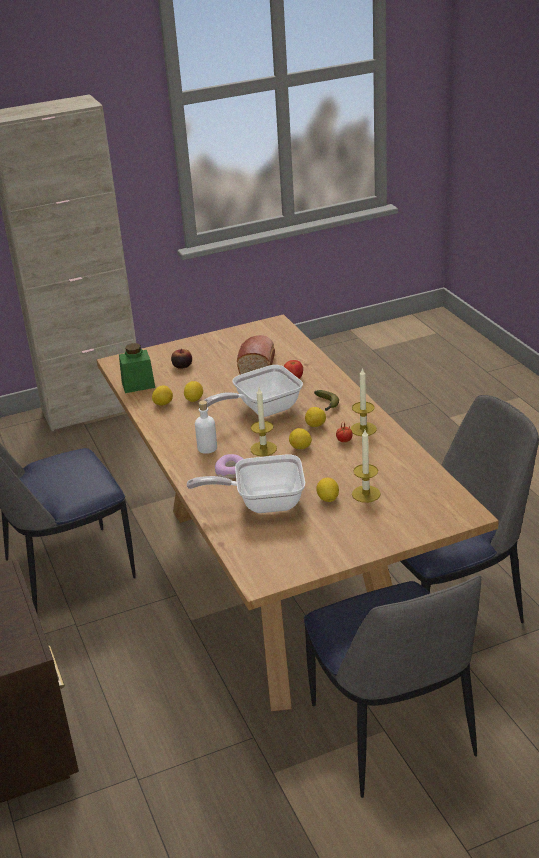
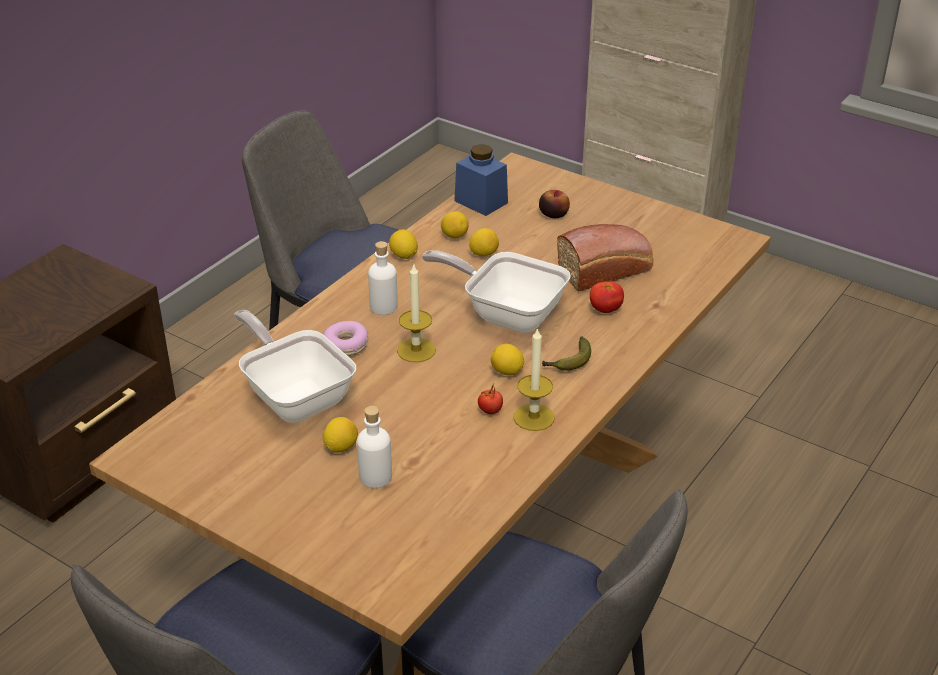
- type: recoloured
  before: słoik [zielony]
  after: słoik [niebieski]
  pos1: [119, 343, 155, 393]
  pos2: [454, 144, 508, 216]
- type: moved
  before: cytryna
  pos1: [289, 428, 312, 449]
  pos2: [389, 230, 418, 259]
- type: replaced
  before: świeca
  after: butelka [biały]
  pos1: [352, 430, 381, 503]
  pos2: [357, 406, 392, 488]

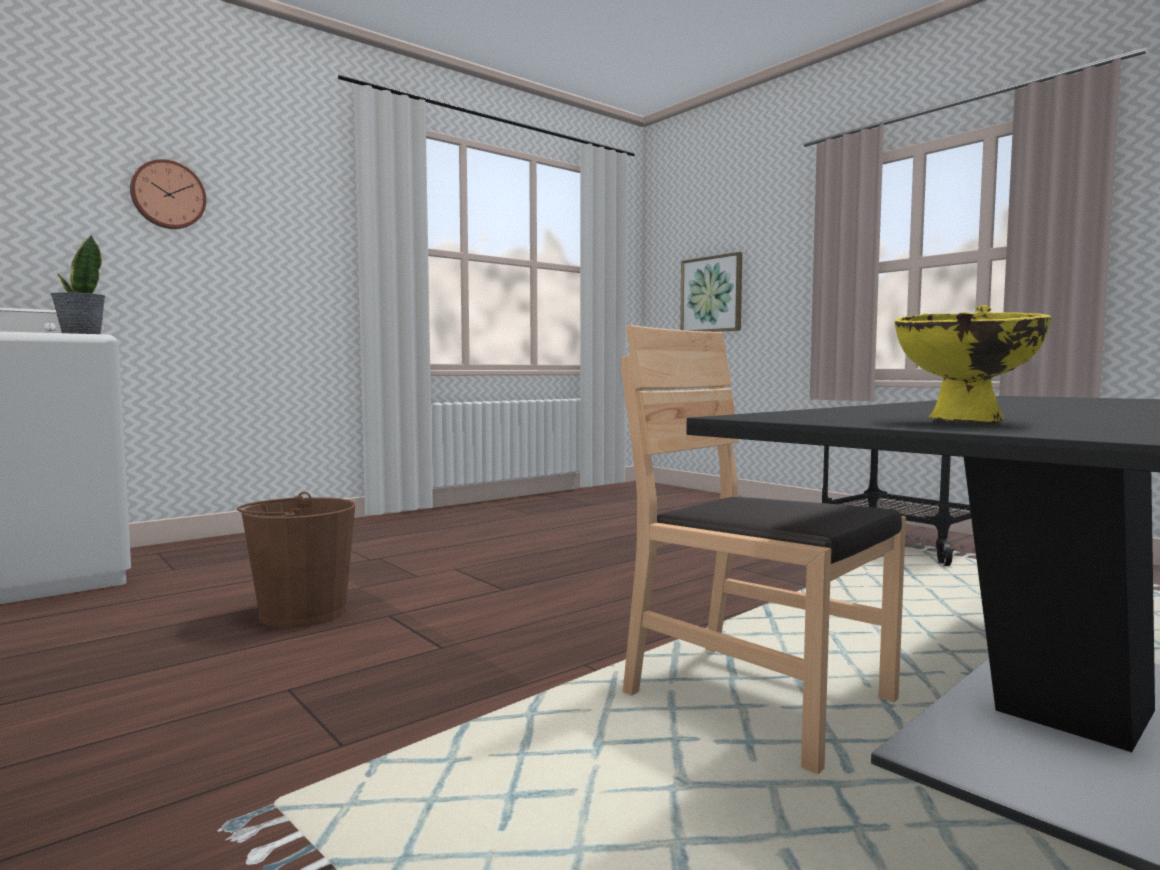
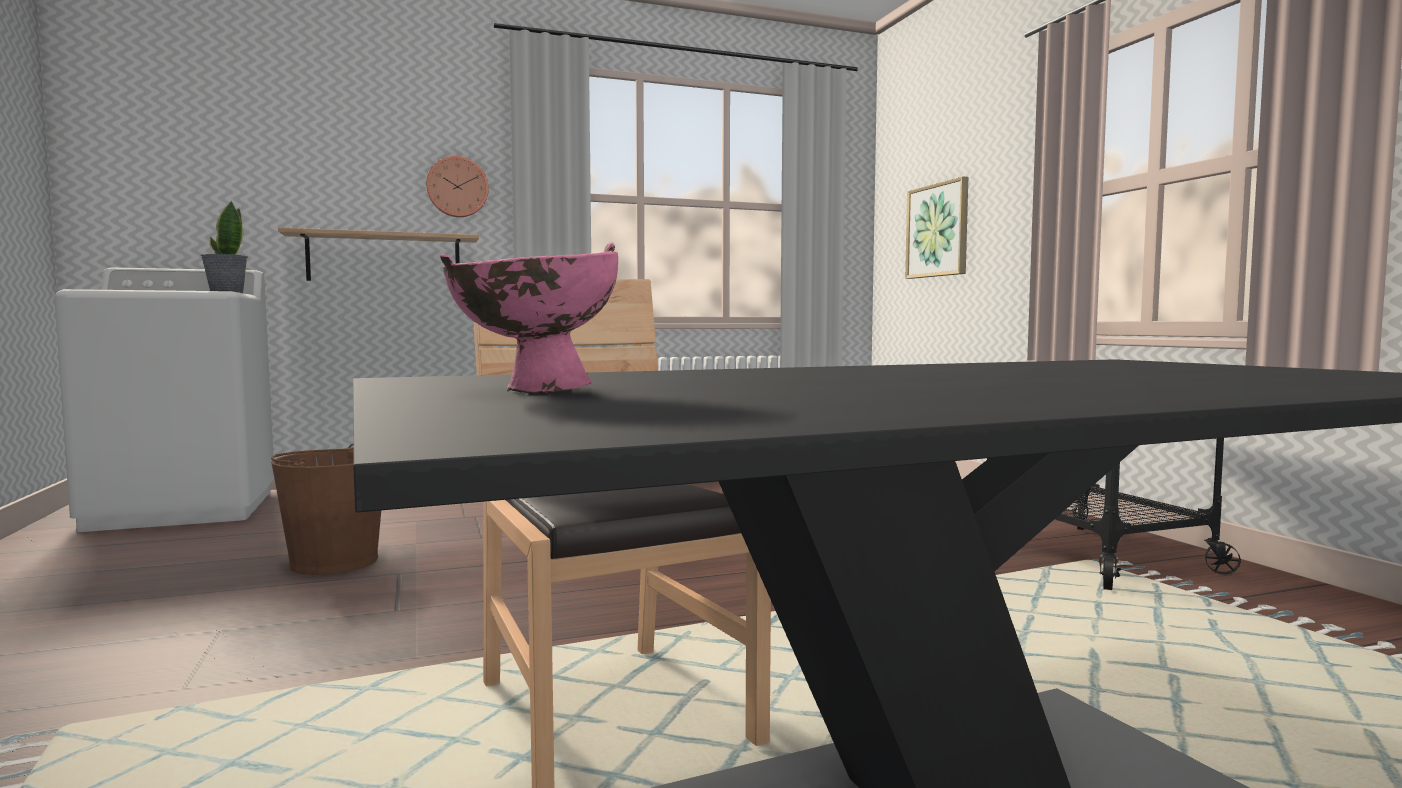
- type: moved
  before: zegar ścienny
  pos1: [130, 159, 206, 229]
  pos2: [426, 156, 489, 217]
- type: recoloured
  before: miska [żółty]
  after: miska [różowy]
  pos1: [895, 305, 1051, 423]
  pos2: [440, 242, 618, 394]
- type: added
  after: półka
  pos2: [278, 227, 479, 281]

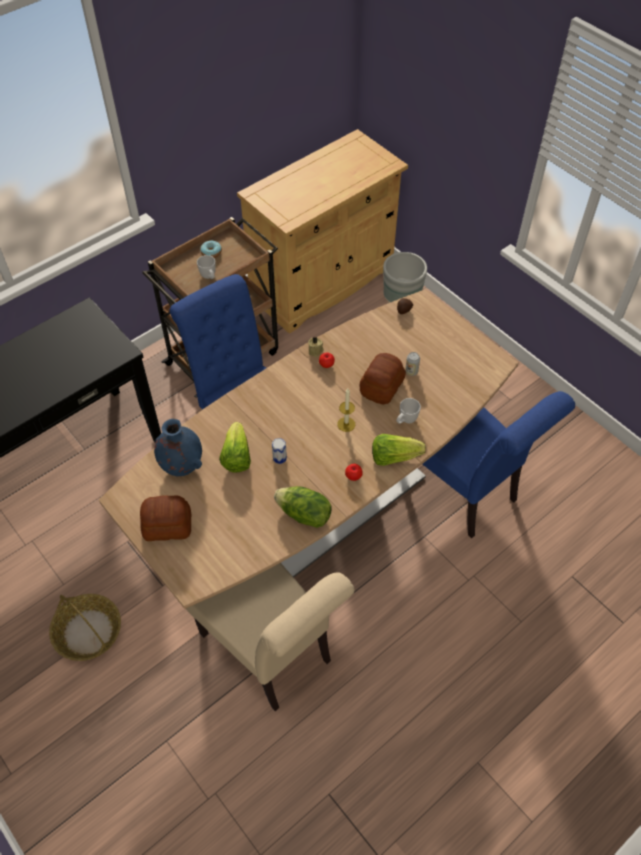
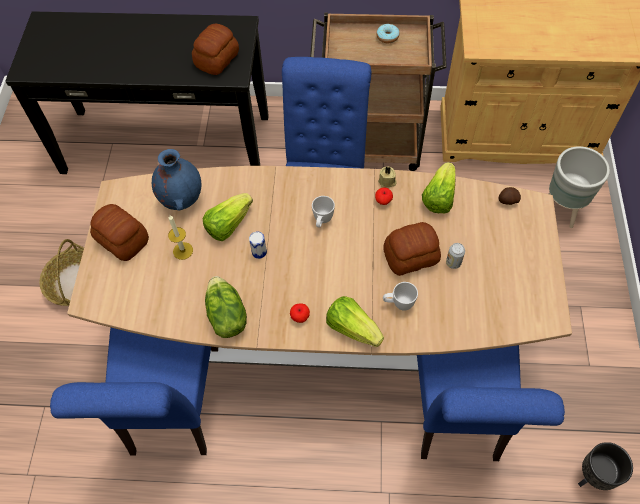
- type: moved
  before: kubek [biały]
  pos1: [197, 255, 216, 279]
  pos2: [312, 196, 335, 227]
- type: moved
  before: świeca
  pos1: [337, 389, 355, 432]
  pos2: [168, 215, 193, 260]
- type: recoloured
  before: krzesło [beżowy]
  after: krzesło [niebieski]
  pos1: [186, 563, 355, 711]
  pos2: [50, 327, 218, 456]
- type: added
  after: chleb
  pos2: [192, 24, 239, 75]
- type: added
  after: sałata
  pos2: [422, 162, 456, 213]
- type: added
  after: donica [czarny]
  pos2: [578, 442, 633, 490]

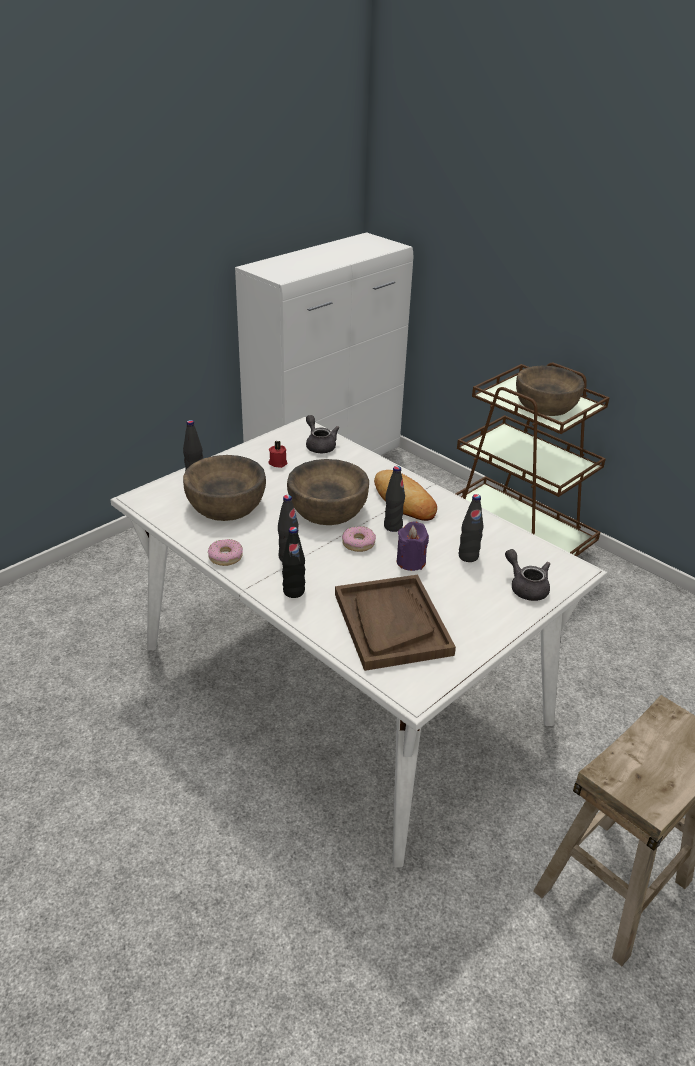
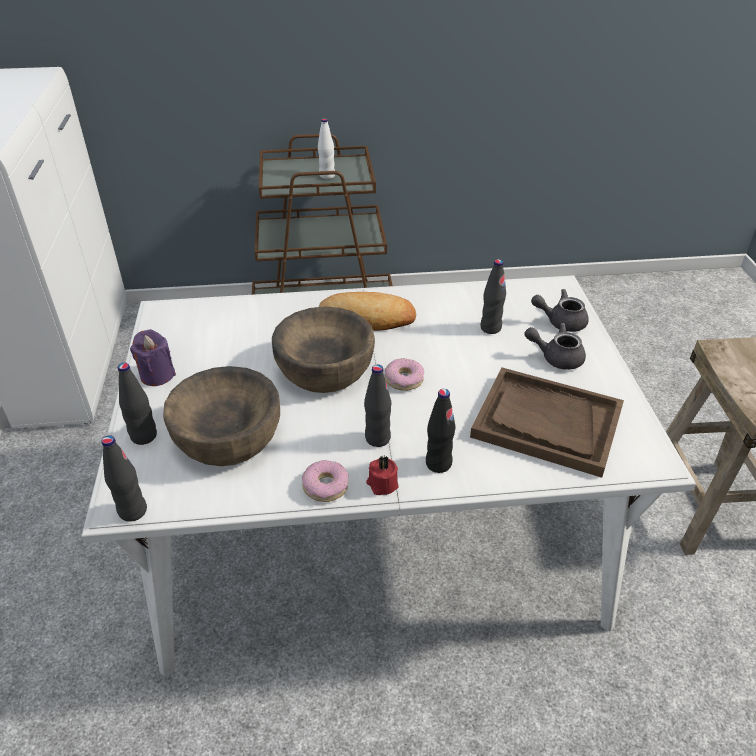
- type: replaced
  before: miska [brązowy]
  after: butelka [biały]
  pos1: [516, 366, 585, 416]
  pos2: [318, 118, 335, 179]
- type: moved
  before: imbryk [szary]
  pos1: [306, 415, 339, 453]
  pos2: [524, 323, 586, 370]
- type: moved
  before: świeca [czerwony]
  pos1: [268, 441, 288, 468]
  pos2: [366, 456, 399, 495]
- type: moved
  before: butelka [czarny]
  pos1: [384, 466, 405, 532]
  pos2: [102, 435, 147, 522]
- type: moved
  before: świeca [fioletowy]
  pos1: [396, 522, 429, 571]
  pos2: [130, 329, 176, 386]

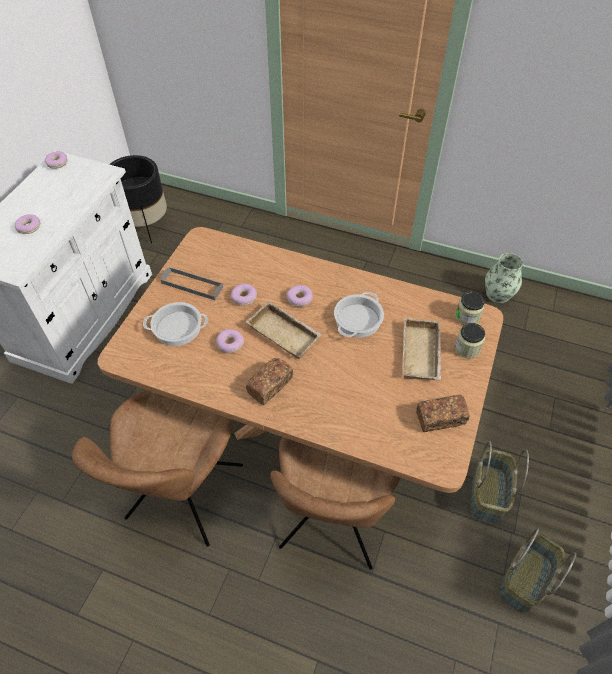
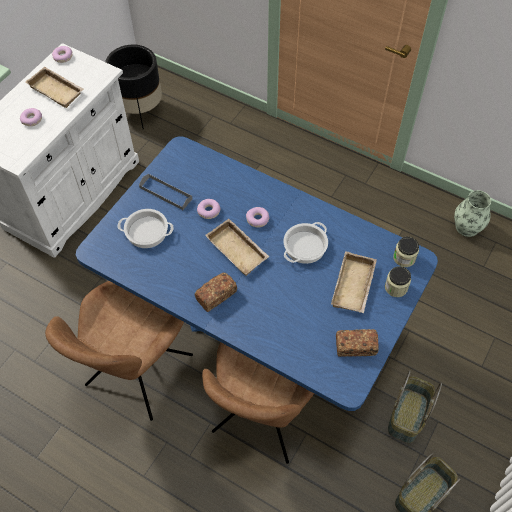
- type: recoloured
  before: stół jadalny [brązowy]
  after: stół jadalny [niebieski]
  pos1: [98, 227, 503, 493]
  pos2: [76, 137, 438, 411]
- type: removed
  before: donut
  pos1: [216, 329, 244, 353]
- type: added
  after: taca [beżowy]
  pos2: [25, 67, 84, 108]

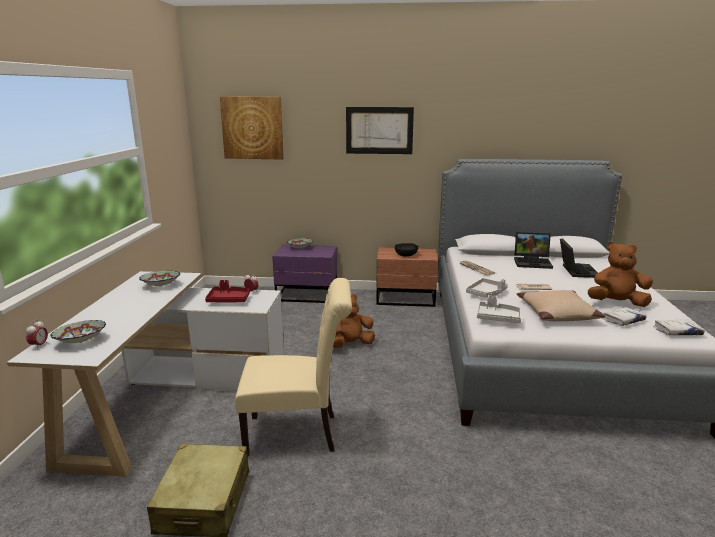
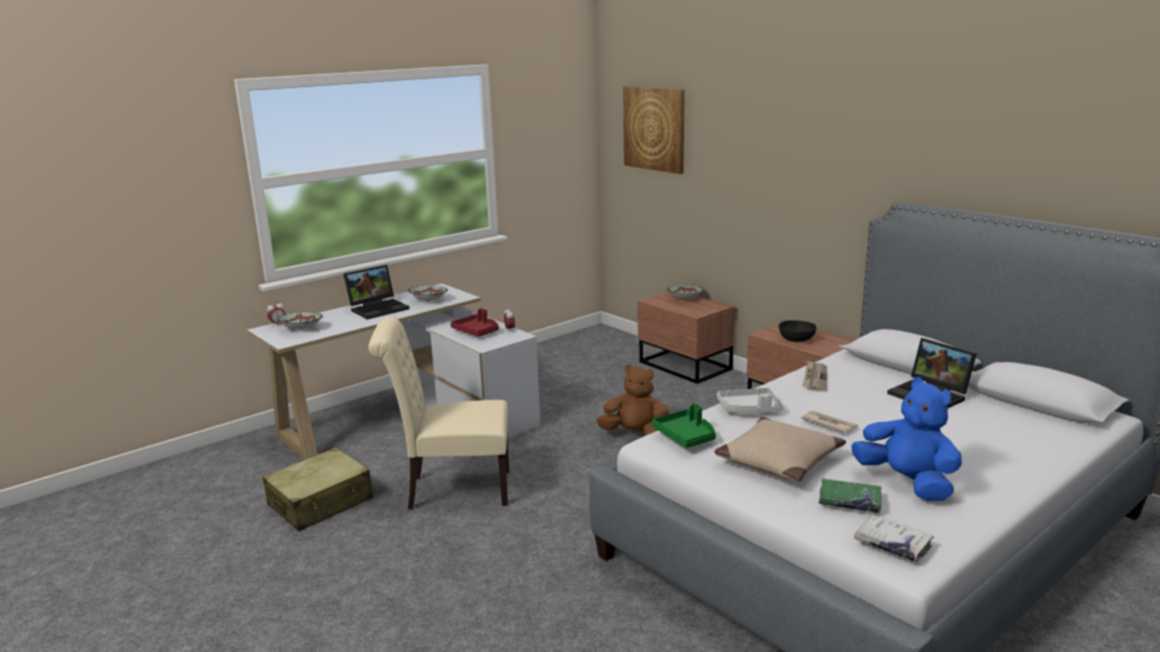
- type: removed
  before: obraz
  pos1: [346, 107, 414, 154]
- type: moved
  before: laptop
  pos1: [560, 238, 598, 278]
  pos2: [343, 265, 410, 320]
- type: recoloured
  before: pluszak [brązowy]
  after: pluszak [niebieski]
  pos1: [588, 242, 653, 307]
  pos2: [851, 377, 962, 501]
- type: recoloured
  before: szafka nocna [fioletowy]
  after: szafka nocna [brązowy]
  pos1: [272, 245, 337, 303]
  pos2: [638, 292, 735, 384]
- type: turned
  before: krzesło [beżowy]
  pos1: [235, 278, 352, 456]
  pos2: [368, 317, 509, 509]
  turn: 135
- type: recoloured
  before: taca [szary]
  after: taca [zielony]
  pos1: [477, 295, 521, 323]
  pos2: [652, 403, 716, 448]
- type: recoloured
  before: książka [biały]
  after: książka [zielony]
  pos1: [602, 307, 646, 326]
  pos2: [819, 479, 882, 513]

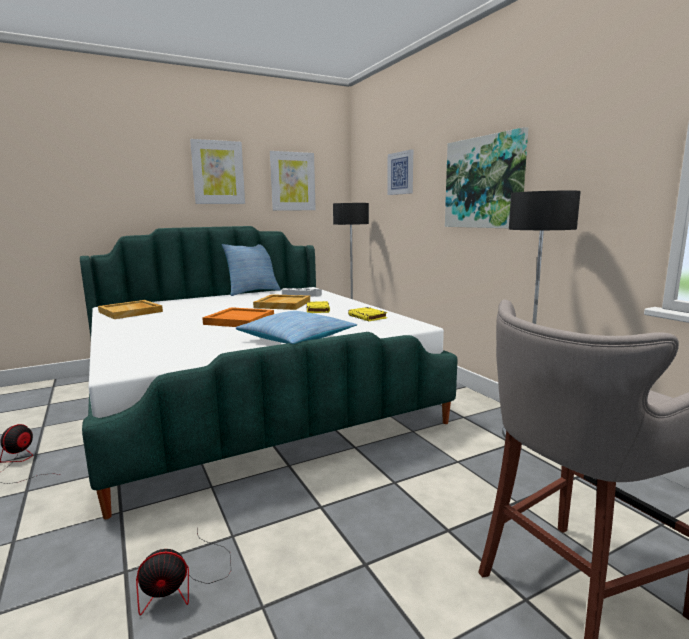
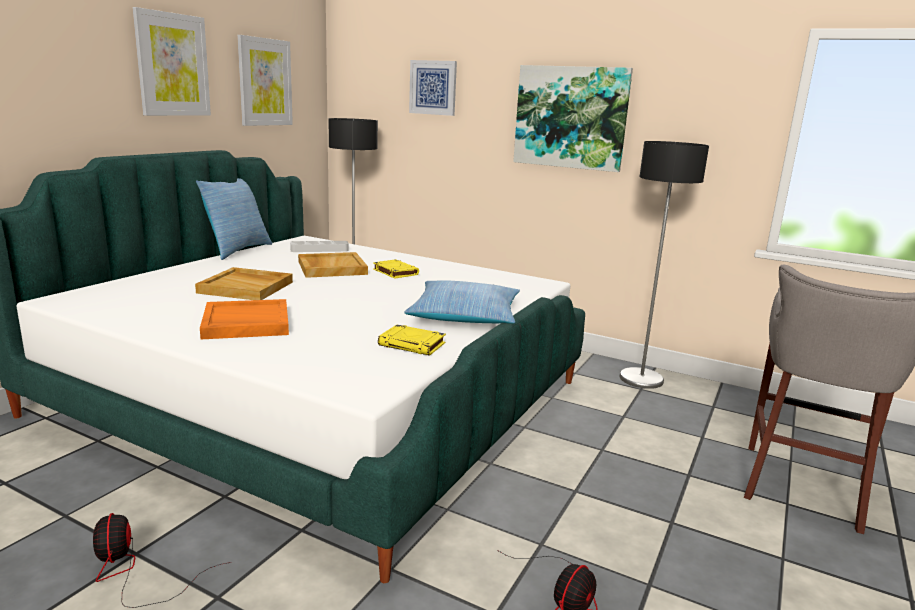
- type: moved
  before: taca [beżowy]
  pos1: [98, 300, 163, 319]
  pos2: [195, 267, 293, 300]
- type: moved
  before: taca [pomarańczowy]
  pos1: [202, 307, 274, 327]
  pos2: [200, 299, 289, 339]
- type: moved
  before: książka [żółty]
  pos1: [348, 307, 387, 321]
  pos2: [378, 325, 446, 356]

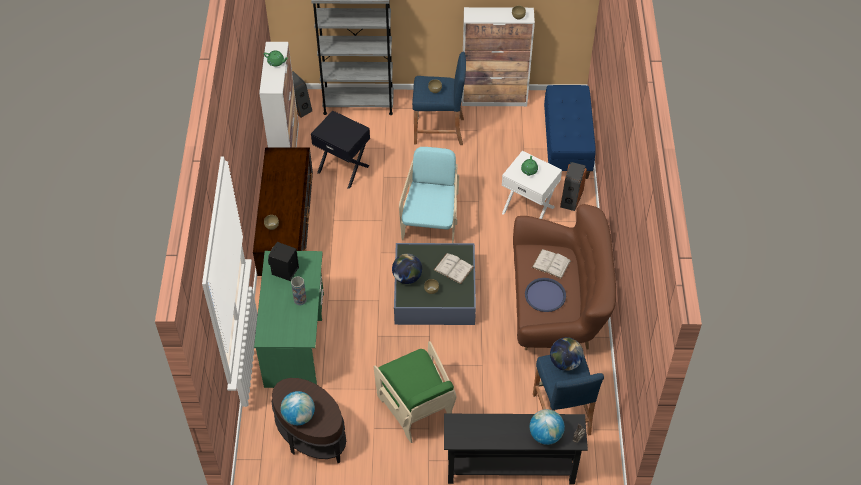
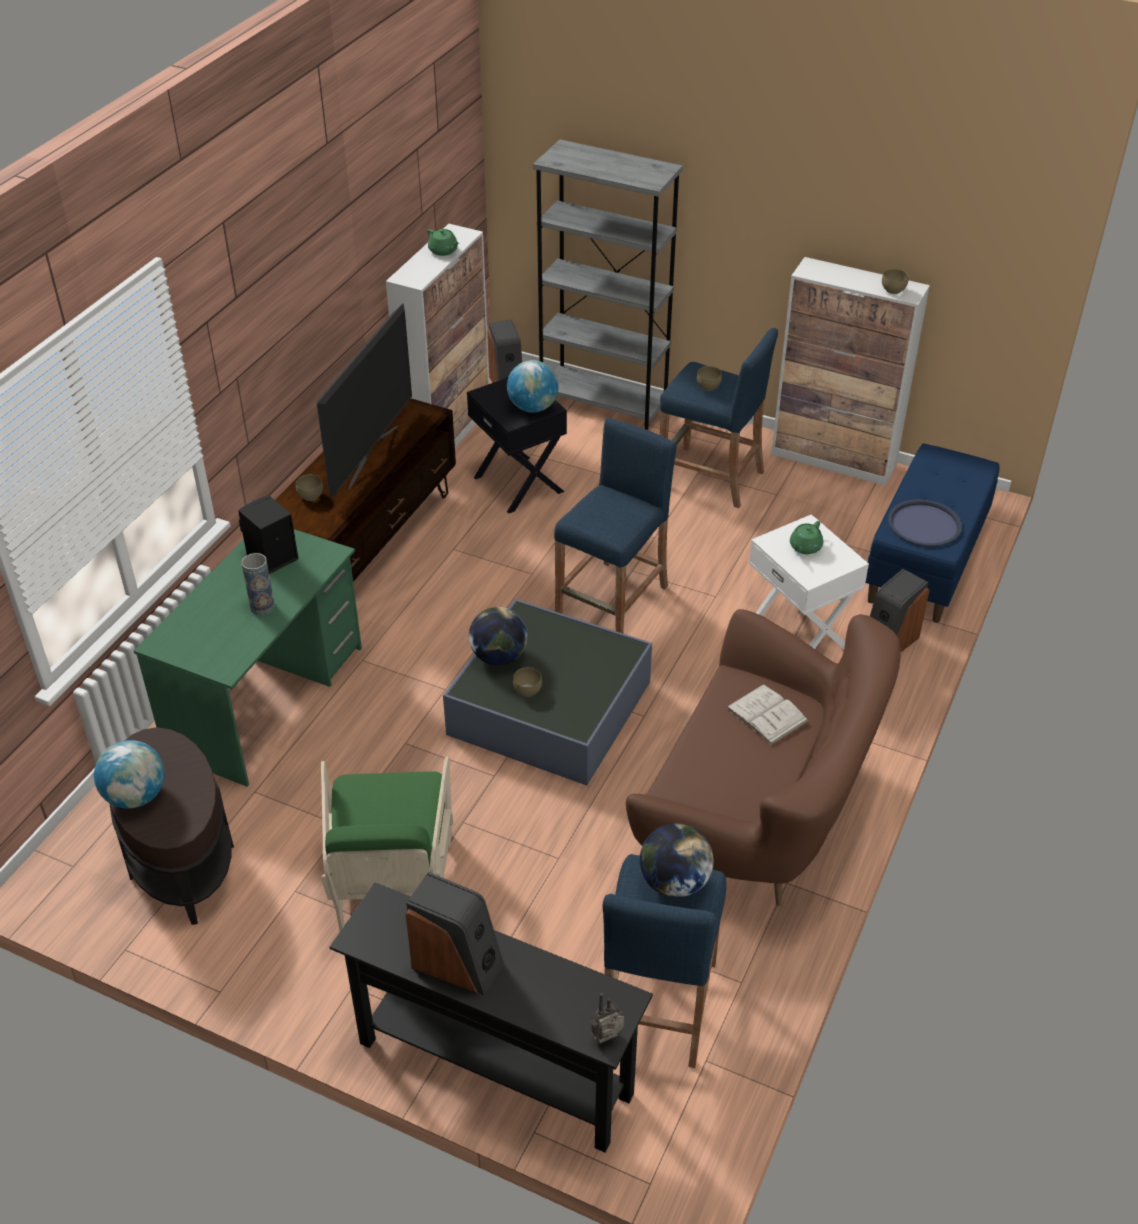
- type: replaced
  before: fotel [turkusowy]
  after: stołek [niebieski]
  pos1: [399, 147, 459, 243]
  pos2: [554, 418, 677, 633]
- type: removed
  before: książka [biały]
  pos1: [434, 253, 474, 284]
- type: moved
  before: taca [niebieski]
  pos1: [525, 278, 566, 312]
  pos2: [888, 499, 962, 547]
- type: moved
  before: globus
  pos1: [530, 409, 565, 445]
  pos2: [507, 360, 559, 413]
- type: added
  after: telewizor
  pos2: [316, 304, 412, 499]
- type: added
  after: głośnik
  pos2: [405, 872, 504, 995]

